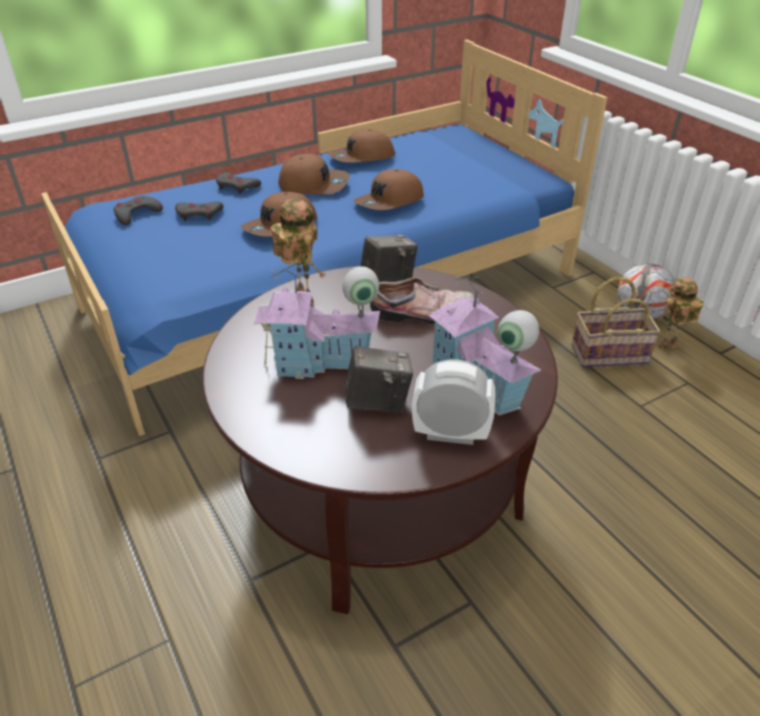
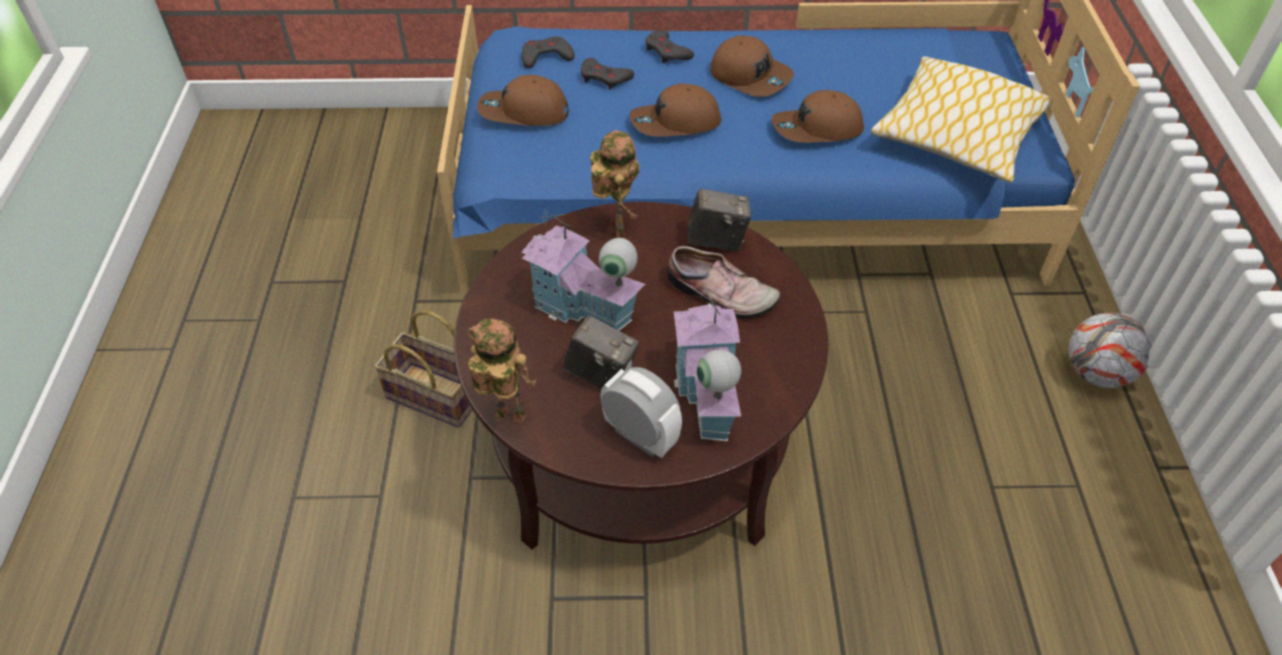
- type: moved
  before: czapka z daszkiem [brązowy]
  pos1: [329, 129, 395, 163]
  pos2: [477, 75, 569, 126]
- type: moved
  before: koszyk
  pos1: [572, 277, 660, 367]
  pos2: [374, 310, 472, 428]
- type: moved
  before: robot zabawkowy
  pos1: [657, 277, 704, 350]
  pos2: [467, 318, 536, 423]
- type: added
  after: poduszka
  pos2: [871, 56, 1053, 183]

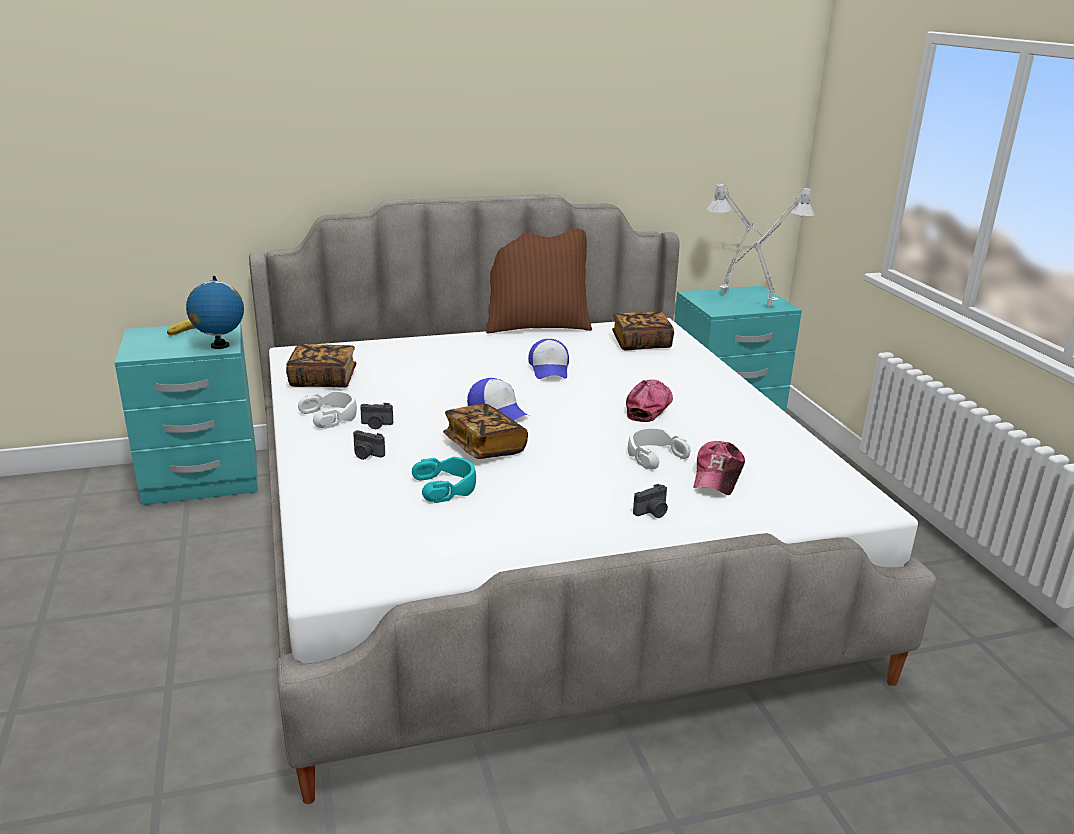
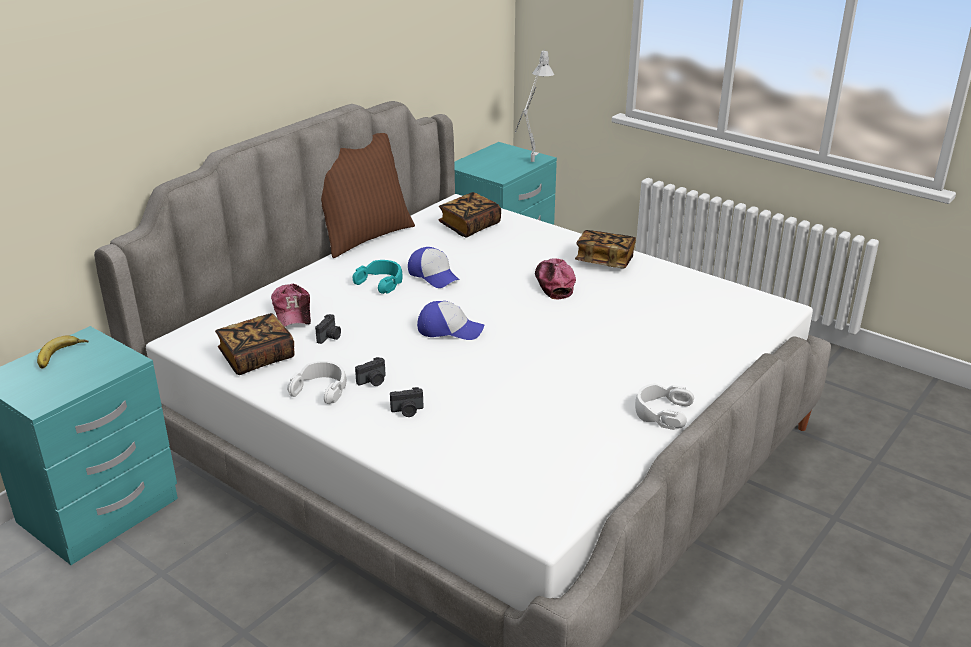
- type: removed
  before: lampa stołowa [szary]
  pos1: [706, 183, 763, 293]
- type: removed
  before: globus
  pos1: [186, 276, 244, 349]
- type: moved
  before: książka
  pos1: [443, 404, 528, 459]
  pos2: [575, 230, 636, 269]
- type: moved
  before: słuchawki [biały]
  pos1: [628, 427, 691, 469]
  pos2: [635, 383, 694, 430]
- type: moved
  before: czapka z daszkiem
  pos1: [693, 441, 745, 495]
  pos2: [271, 284, 311, 327]
- type: moved
  before: słuchawki [turkusowy]
  pos1: [412, 457, 476, 503]
  pos2: [352, 260, 403, 294]
- type: moved
  before: aparat fotograficzny
  pos1: [633, 484, 668, 518]
  pos2: [315, 314, 341, 344]

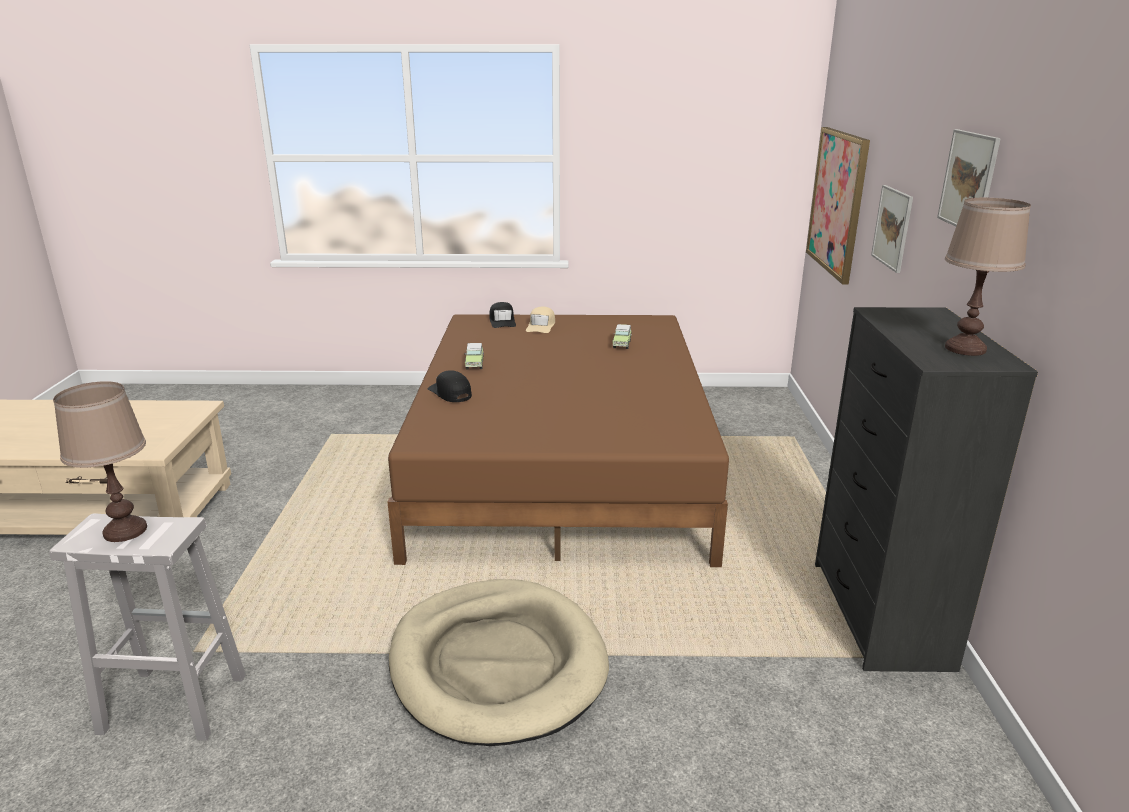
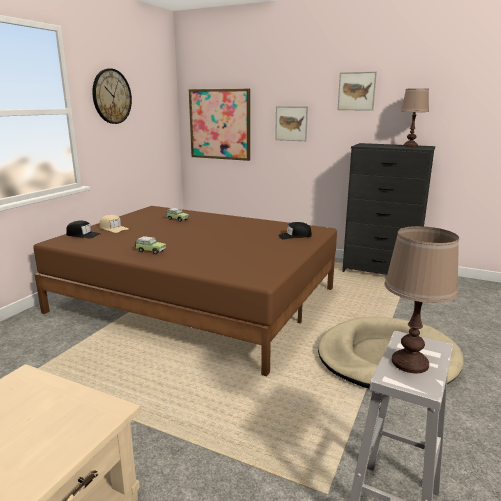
- type: moved
  before: czapka z daszkiem [czarny]
  pos1: [427, 370, 472, 402]
  pos2: [279, 222, 312, 239]
- type: added
  after: zegar ścienny
  pos2: [92, 69, 132, 124]

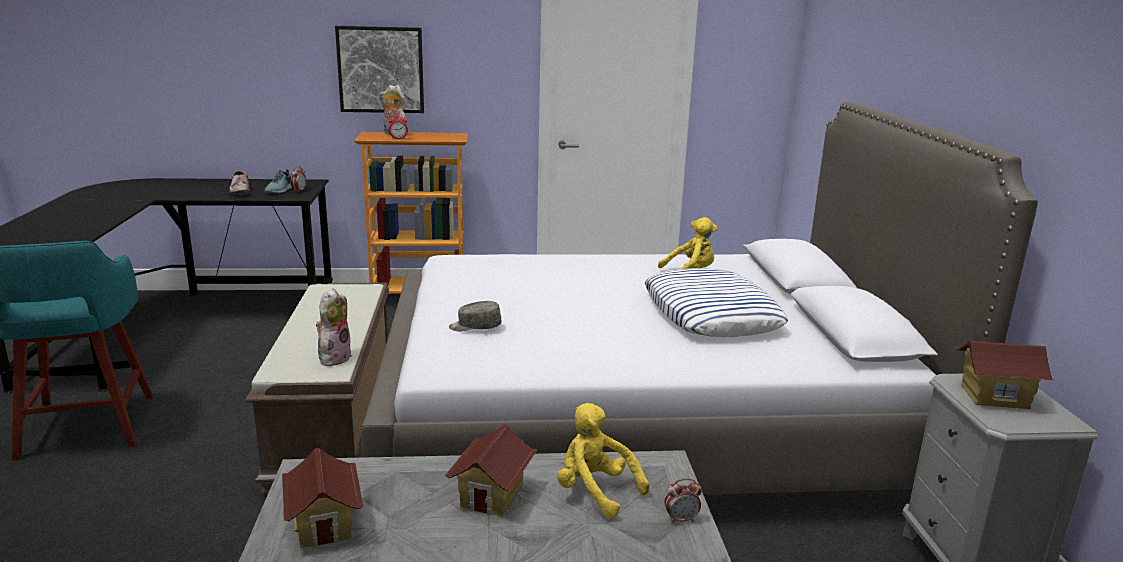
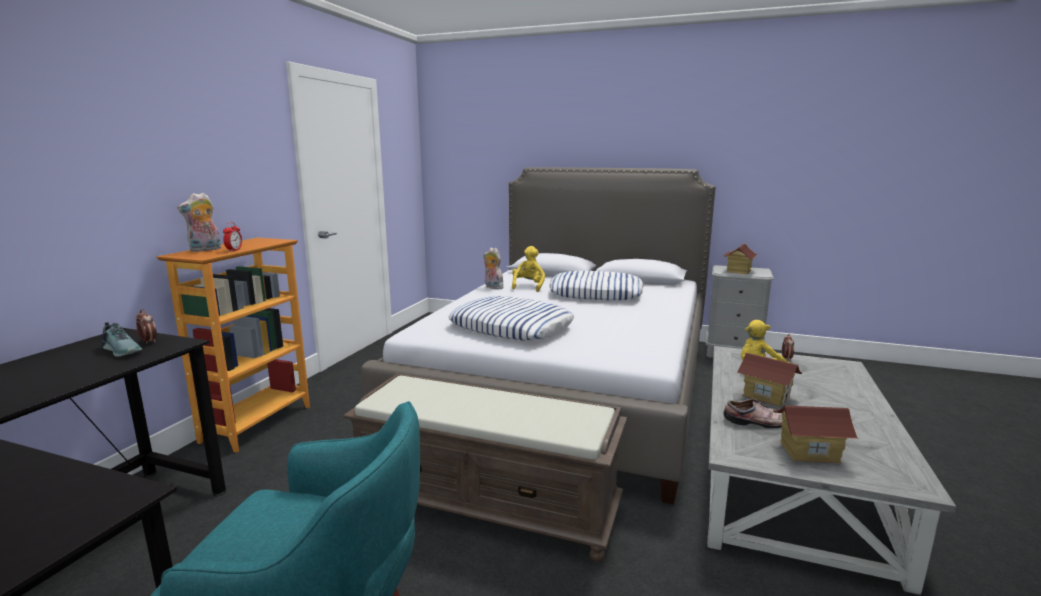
- type: removed
  before: obraz
  pos1: [335, 26, 424, 113]
- type: moved
  before: but
  pos1: [229, 171, 250, 194]
  pos2: [723, 399, 783, 428]
- type: moved
  before: pluszak
  pos1: [316, 288, 352, 366]
  pos2: [484, 247, 503, 289]
- type: removed
  before: czapka z daszkiem [szary]
  pos1: [449, 301, 501, 331]
- type: added
  after: poduszka
  pos2: [449, 296, 574, 341]

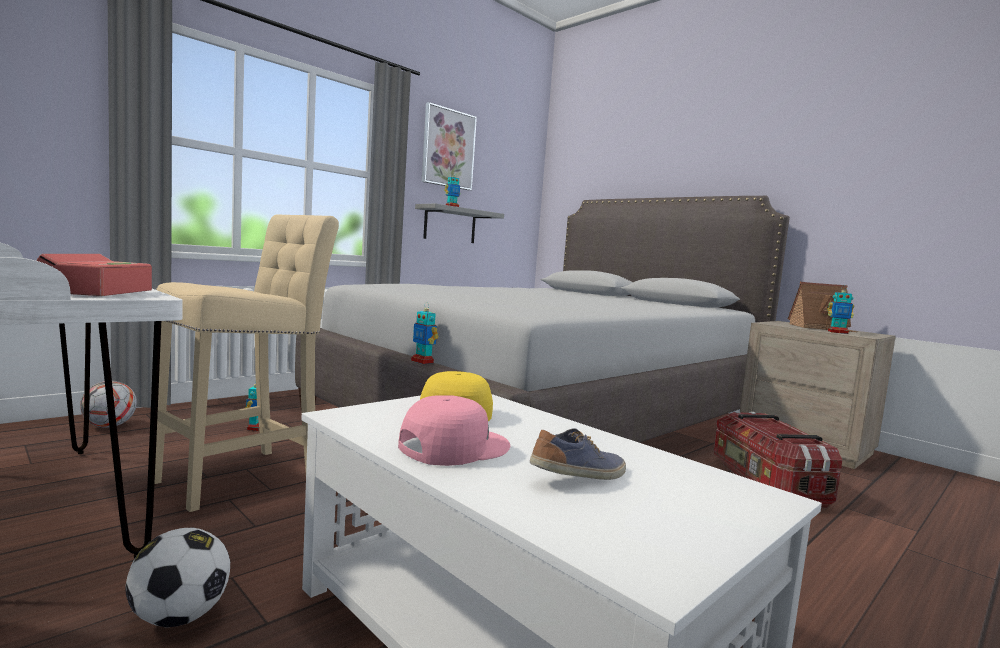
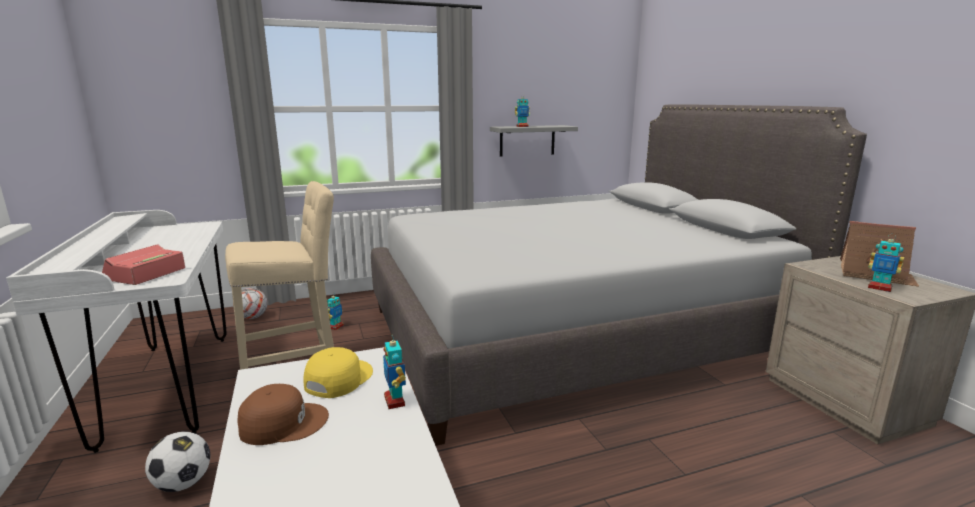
- type: removed
  before: obraz
  pos1: [422, 102, 477, 190]
- type: moved
  before: robot zabawkowy
  pos1: [411, 302, 438, 364]
  pos2: [383, 335, 406, 409]
- type: recoloured
  before: czapka z daszkiem [różowy]
  after: czapka z daszkiem [brązowy]
  pos1: [398, 395, 510, 466]
  pos2: [237, 384, 329, 445]
- type: removed
  before: pojemnik do przechowywania
  pos1: [713, 411, 842, 508]
- type: removed
  before: but
  pos1: [530, 429, 626, 480]

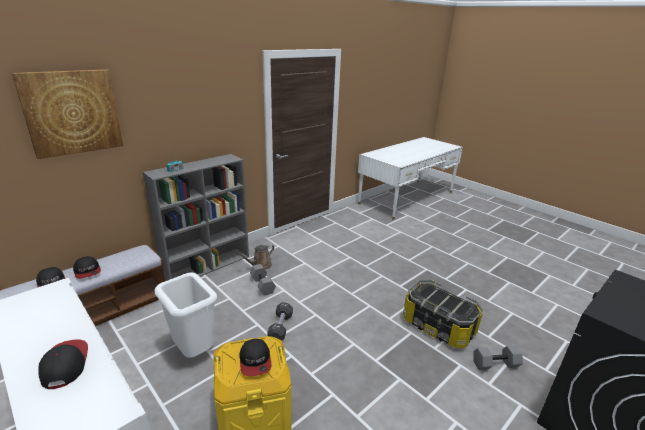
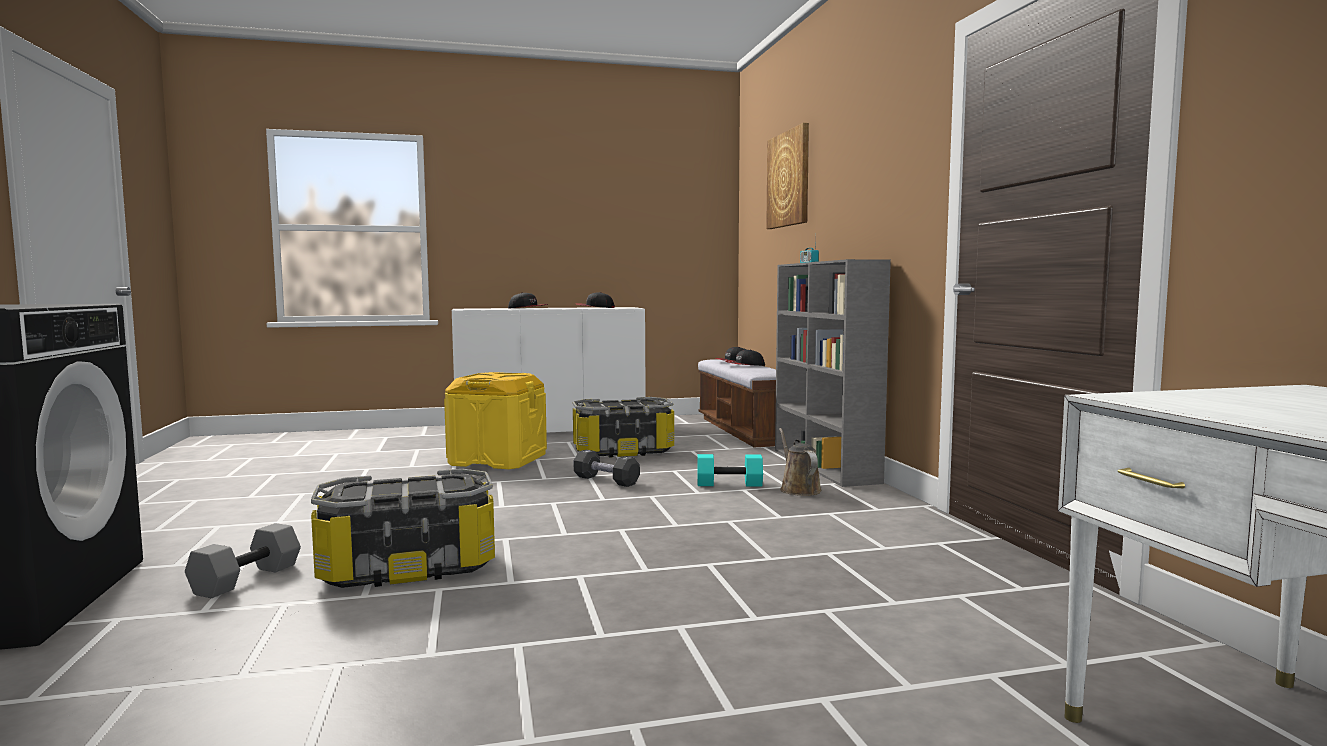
- type: recoloured
  before: hantel [szary]
  after: hantel [turkusowy]
  pos1: [250, 264, 276, 296]
  pos2: [697, 454, 763, 487]
- type: replaced
  before: kosz na śmieci [biały]
  after: pojemnik do przechowywania
  pos1: [155, 272, 217, 358]
  pos2: [573, 397, 674, 458]
- type: moved
  before: czapka z daszkiem
  pos1: [240, 339, 271, 376]
  pos2: [577, 292, 615, 308]

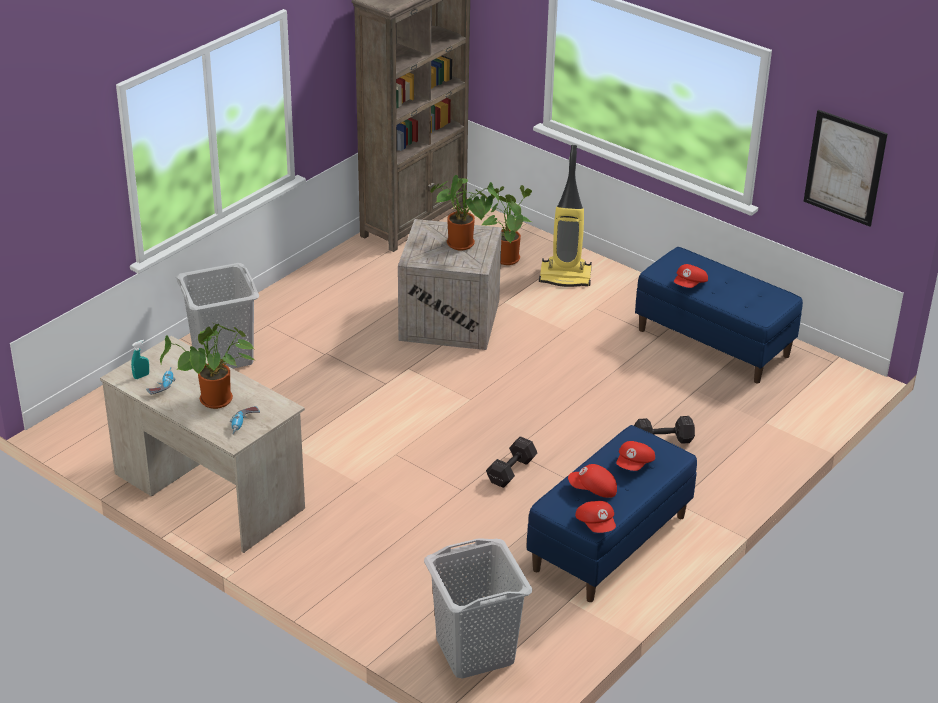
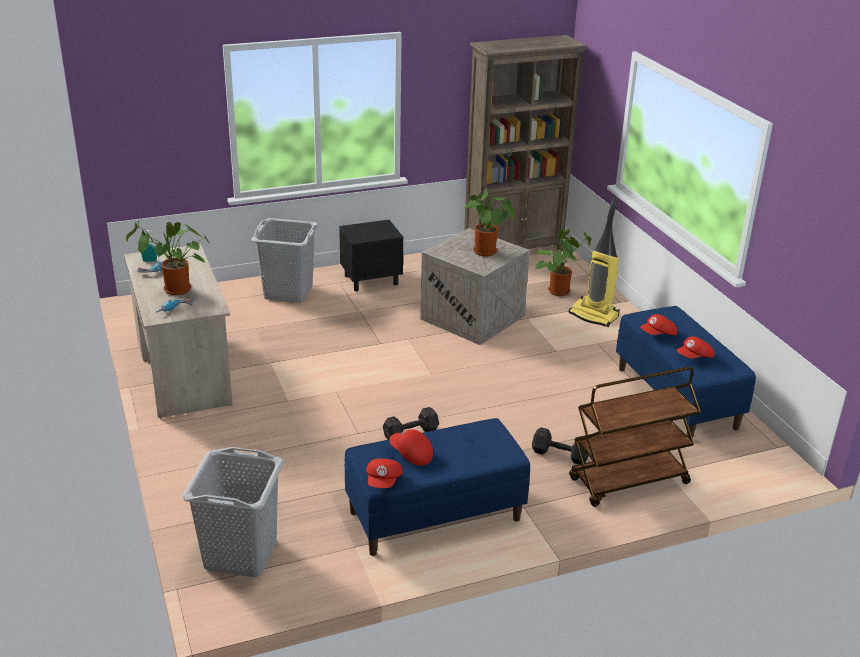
- type: removed
  before: obraz
  pos1: [803, 110, 888, 227]
- type: moved
  before: czapka z daszkiem [czerwony]
  pos1: [616, 441, 655, 471]
  pos2: [677, 336, 714, 359]
- type: added
  after: szafka nocna [czarny]
  pos2: [339, 220, 404, 292]
- type: added
  after: wózek [brązowy]
  pos2: [569, 367, 701, 507]

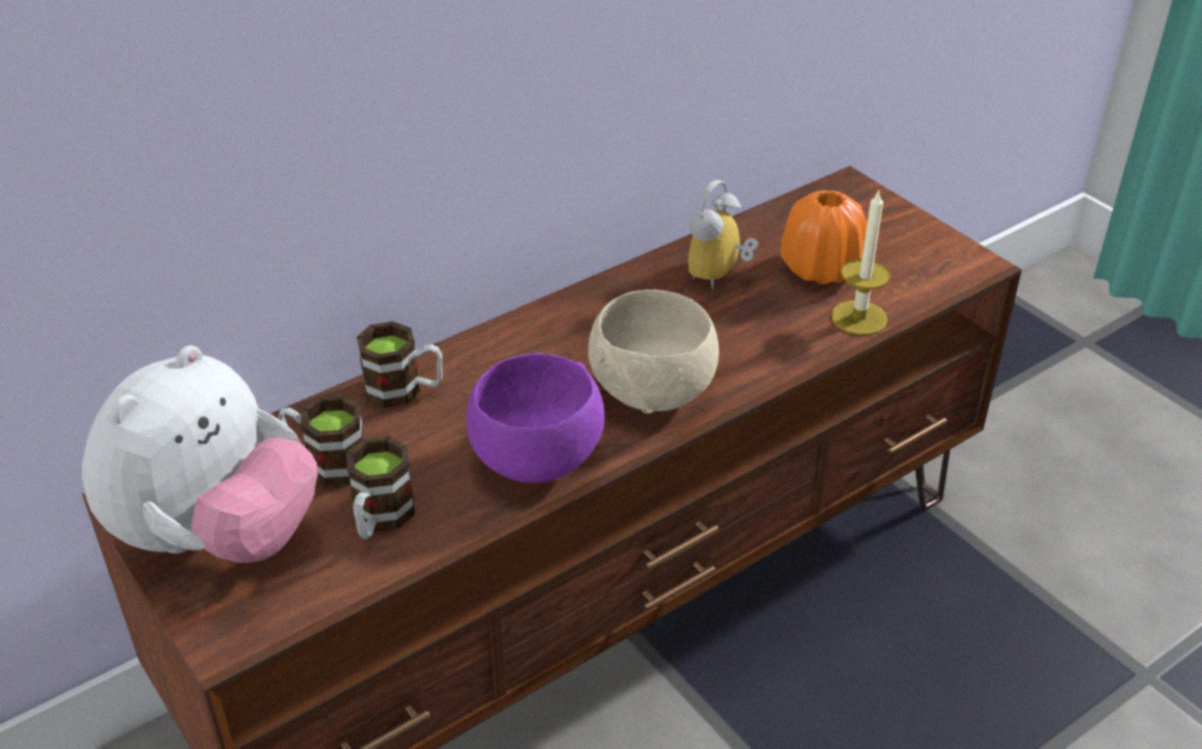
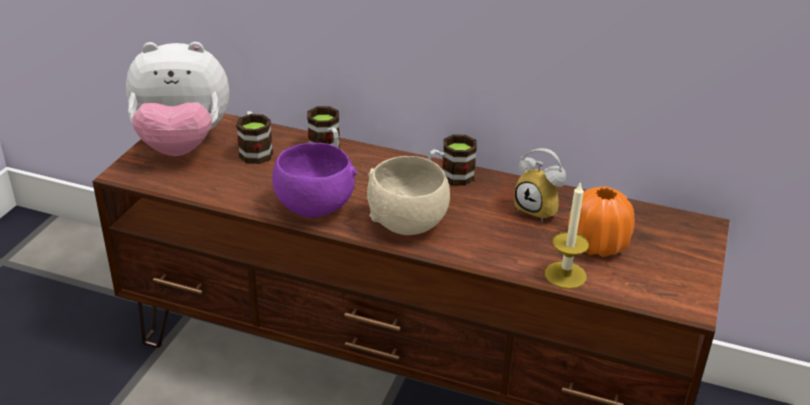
- type: turned
  before: budzik
  pos1: [688, 180, 759, 290]
  pos2: [514, 148, 566, 221]
  turn: -135
- type: moved
  before: kubek
  pos1: [347, 436, 415, 539]
  pos2: [428, 134, 477, 186]

